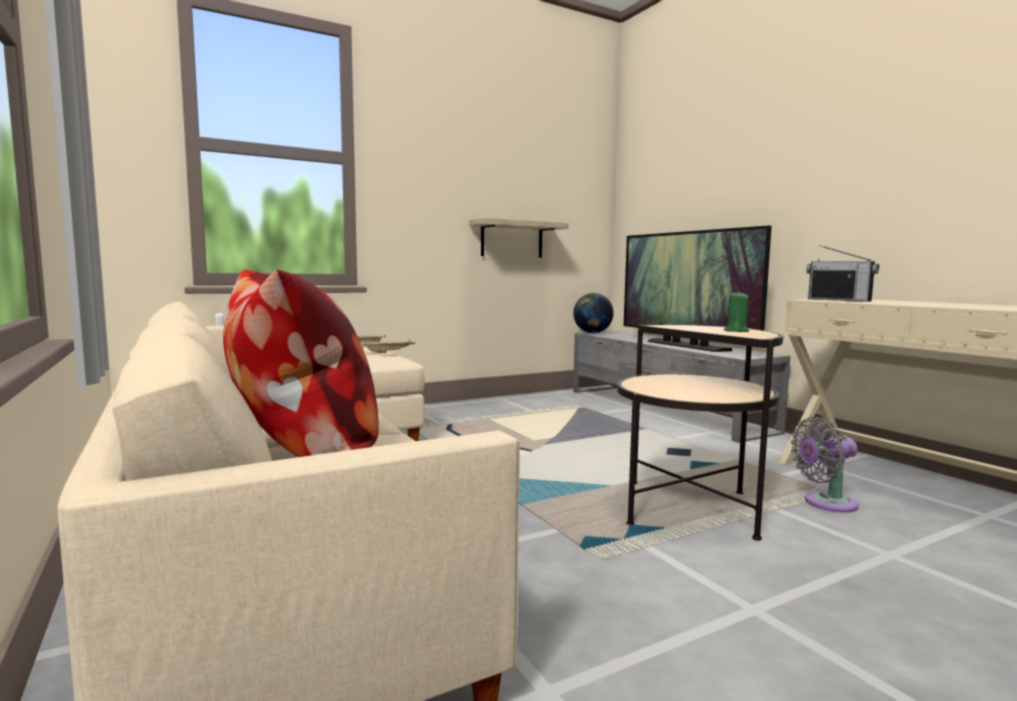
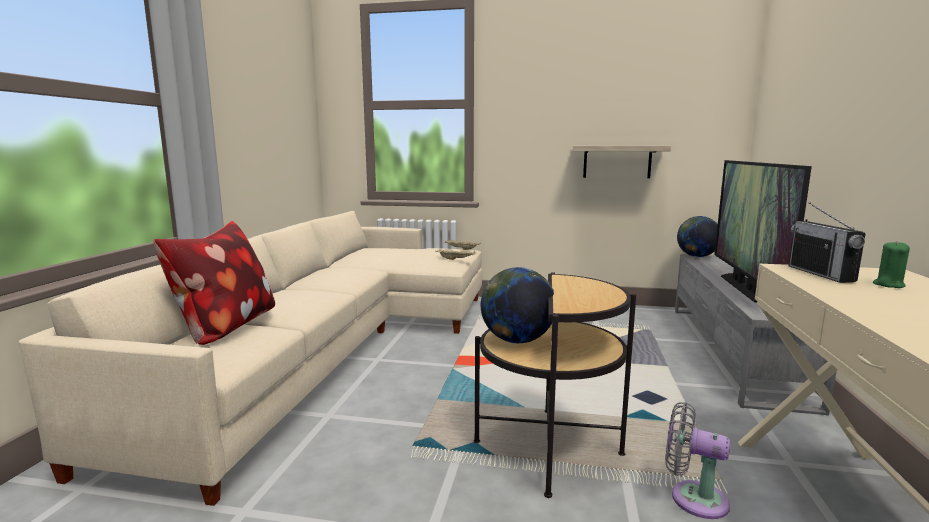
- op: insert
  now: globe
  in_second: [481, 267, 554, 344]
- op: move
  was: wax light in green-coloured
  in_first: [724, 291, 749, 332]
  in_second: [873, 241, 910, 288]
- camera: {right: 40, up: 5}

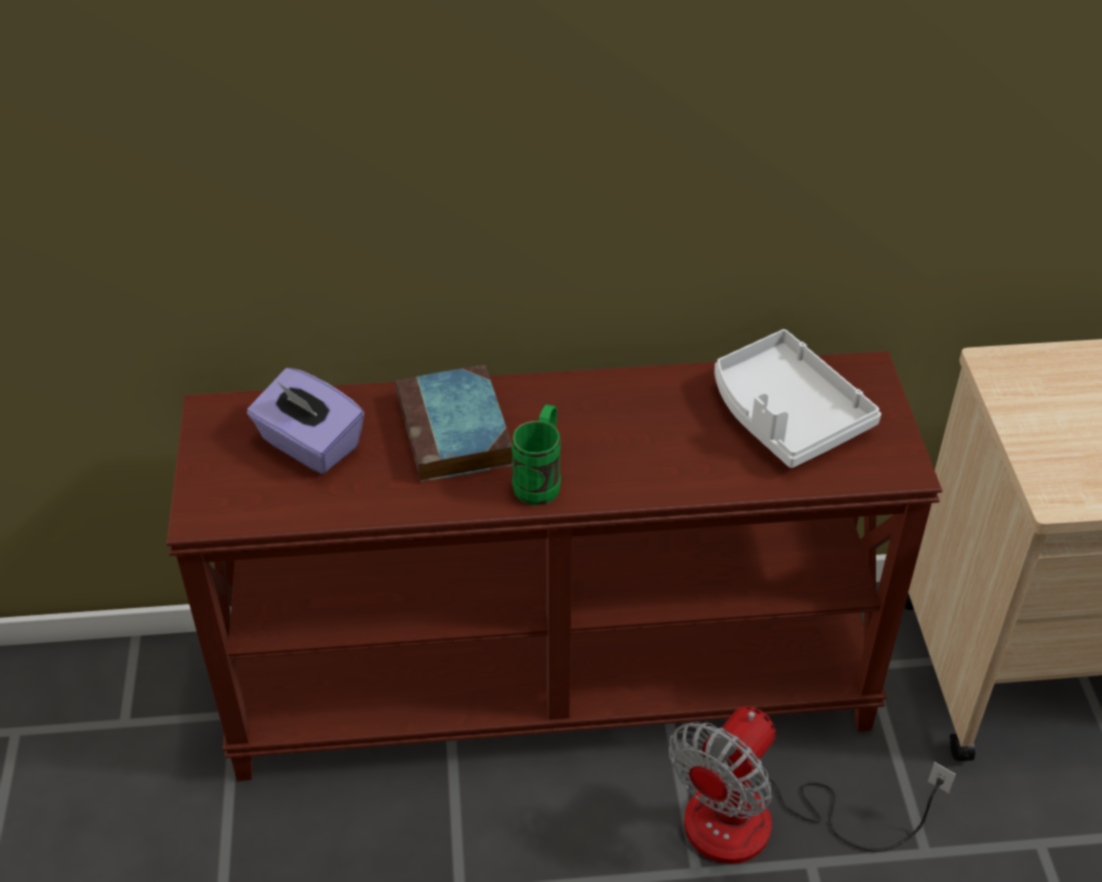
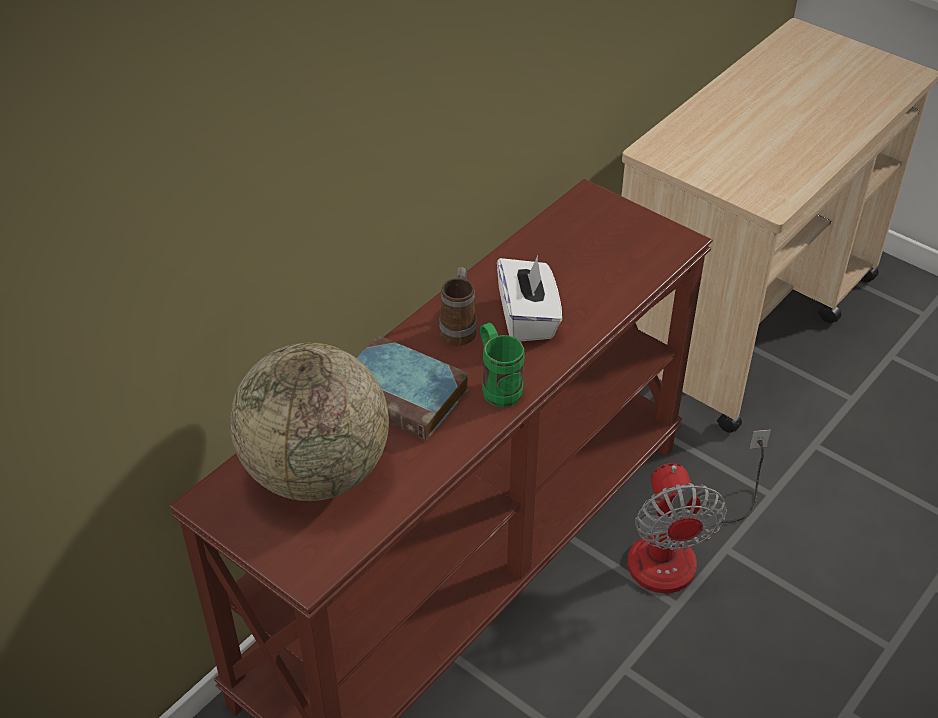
- op: replace
  was: tissue holder in purple-coloured
  now: globe
  in_first: [247, 368, 364, 474]
  in_second: [230, 343, 389, 501]
- op: insert
  now: mug
  in_second: [439, 267, 477, 346]
- op: insert
  now: tissue holder in whitish
  in_second: [497, 256, 562, 342]
- op: delete
  was: carrying tray in whitish
  in_first: [714, 329, 881, 468]
- camera: {right: -45, up: 0}

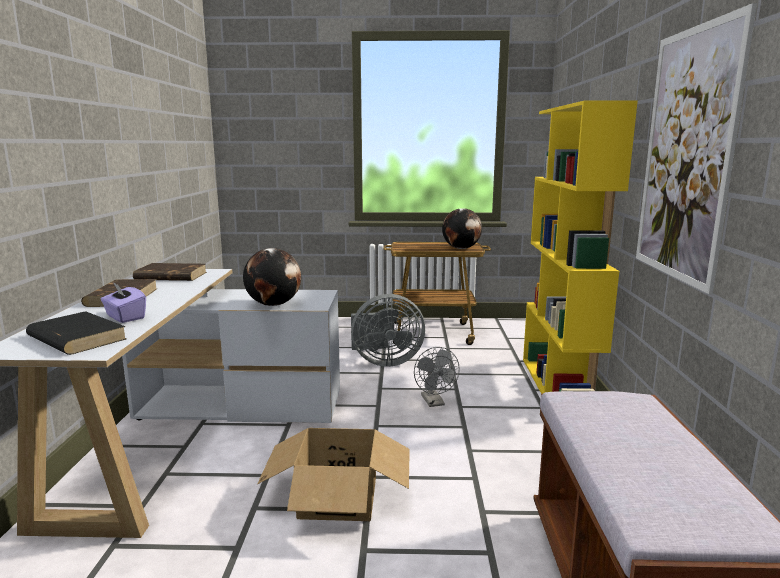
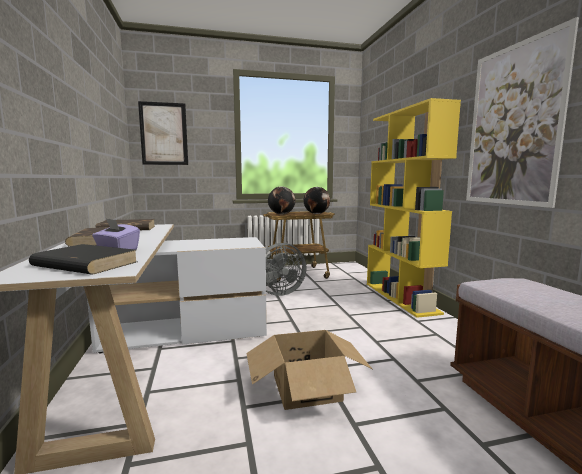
- op: insert
  now: wall picture
  in_second: [138, 101, 188, 165]
- op: move
  was: globe
  in_first: [243, 248, 301, 306]
  in_second: [268, 186, 296, 215]
- op: delete
  was: cooling fan in gray
  in_first: [414, 347, 460, 407]
- camera: {right: -15, up: -5}

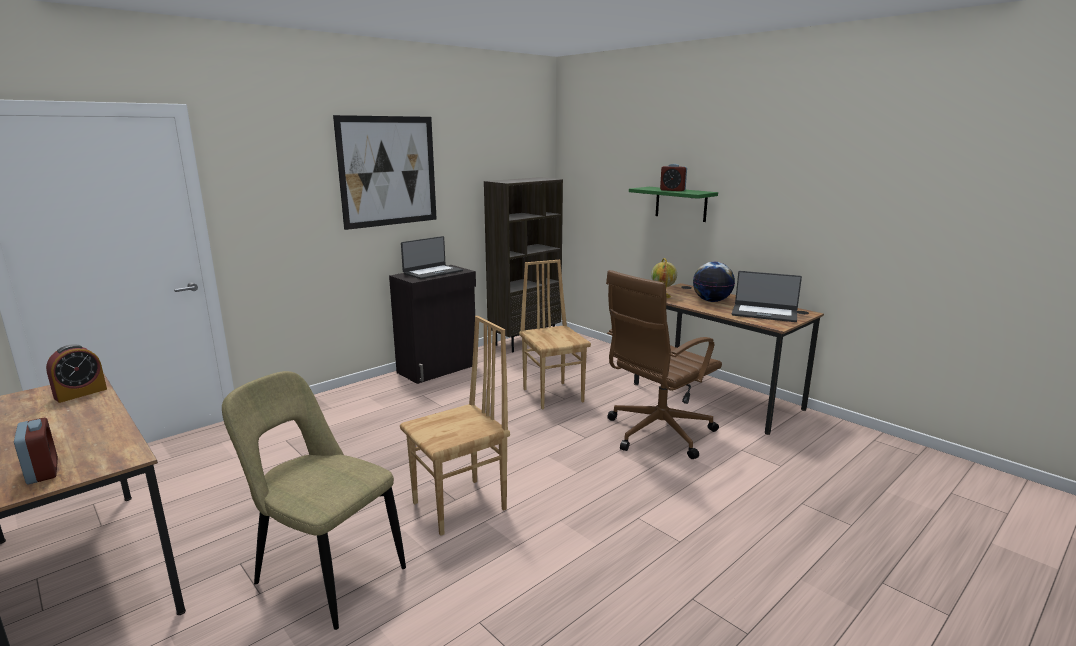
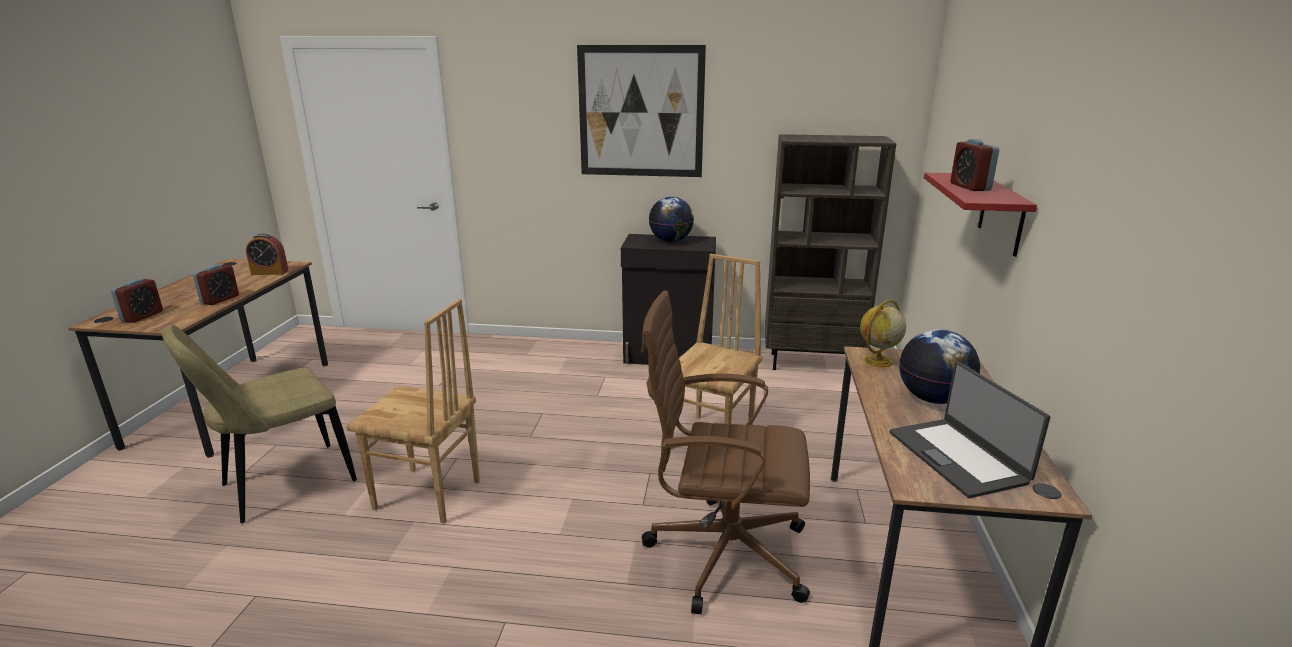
- op: rotate
  was: chair in beige-coloured
  in_first: [222, 371, 406, 630]
  in_second: [162, 325, 357, 523]
  clockwise: -120
- op: insert
  now: table clock
  in_second: [193, 264, 239, 305]
- op: replace
  was: laptop
  now: globe
  in_first: [401, 236, 463, 279]
  in_second: [649, 197, 694, 242]
- op: recolor
  was: shelf in green-coloured
  now: shelf in red-coloured
  in_first: [629, 187, 718, 222]
  in_second: [924, 173, 1037, 257]
- camera: {right: 50, up: 5}

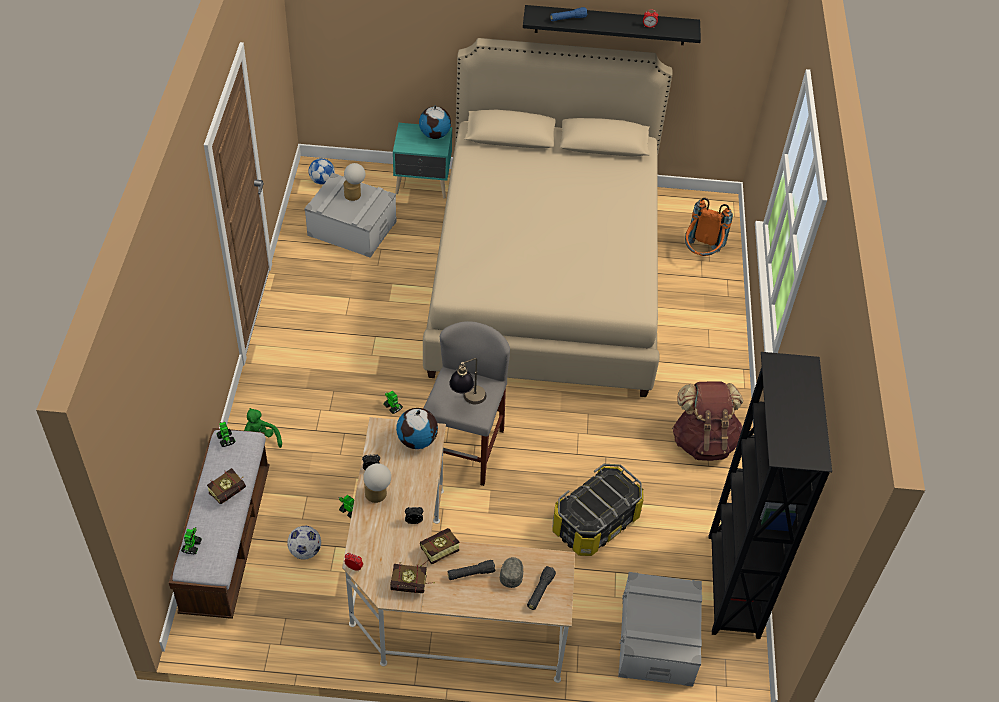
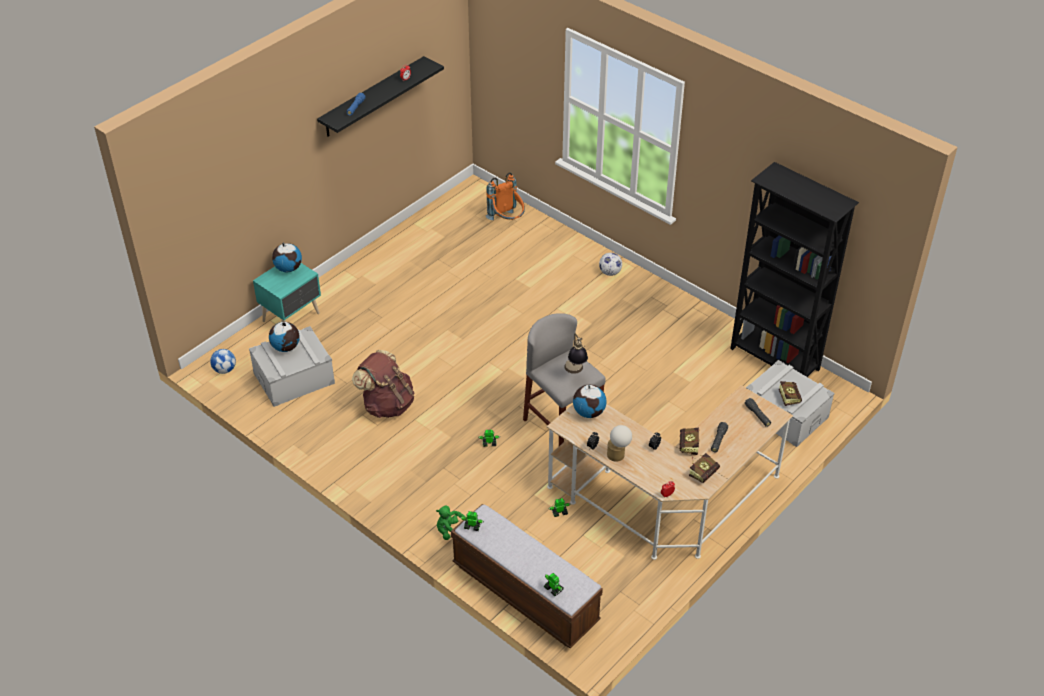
- op: replace
  was: tabletop lamp
  now: globe
  in_first: [344, 163, 365, 201]
  in_second: [269, 322, 300, 352]
- op: move
  was: knapsack in brown-coloured
  in_first: [672, 381, 743, 461]
  in_second: [352, 350, 415, 418]
- op: move
  was: ball for football
  in_first: [287, 526, 321, 560]
  in_second: [599, 253, 622, 276]
- op: move
  was: bound book
  in_first: [207, 468, 246, 504]
  in_second: [779, 381, 802, 406]
- op: delete
  was: bed in beige-coloured
  in_first: [423, 38, 672, 397]
- op: delete
  was: cap in gray
  in_first: [500, 557, 523, 588]
- op: delete
  was: storage box
  in_first: [553, 464, 643, 556]
- camera: {right: -50, up: -5}

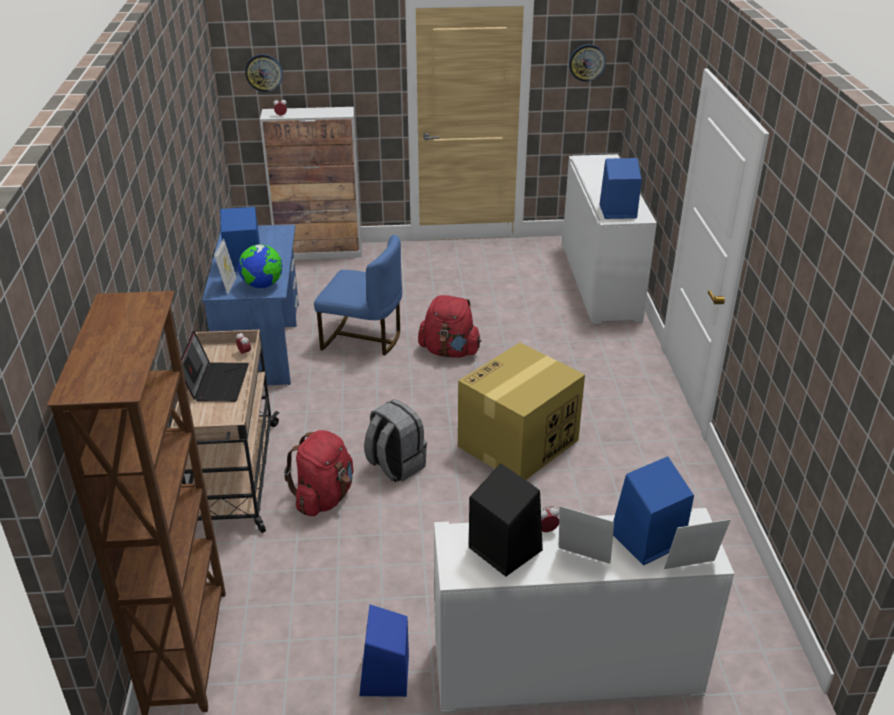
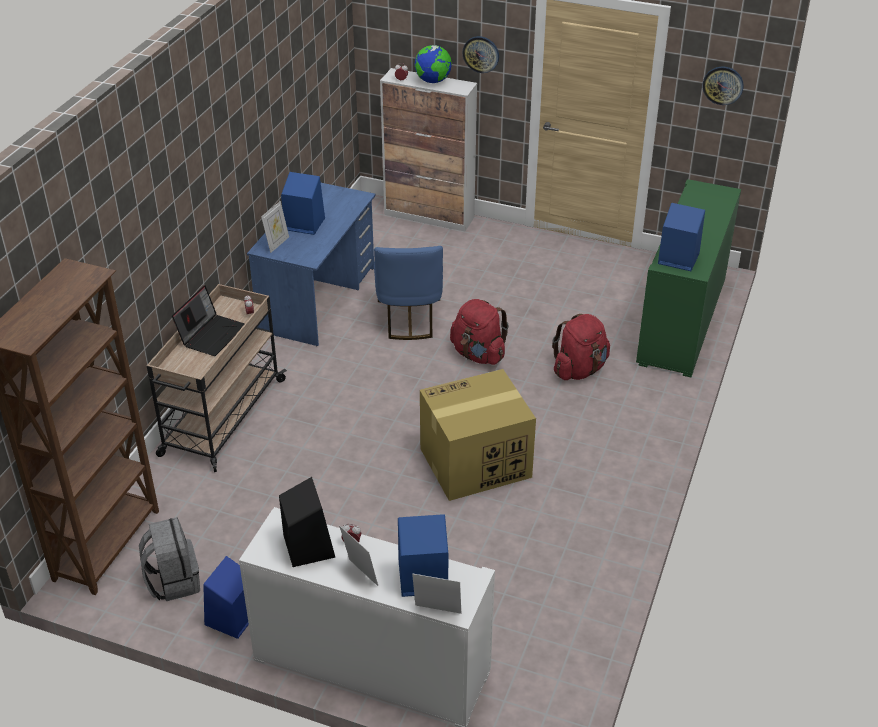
- op: move
  was: knapsack in gray
  in_first: [364, 399, 427, 482]
  in_second: [139, 517, 200, 601]
- op: rotate
  was: chair in bluish
  in_first: [314, 235, 402, 355]
  in_second: [374, 246, 443, 340]
  clockwise: 45
- op: move
  was: globe
  in_first: [238, 244, 282, 288]
  in_second: [415, 45, 452, 83]
- op: move
  was: hanging clock
  in_first: [245, 54, 283, 92]
  in_second: [462, 36, 499, 73]
- op: move
  was: knapsack in red-coloured
  in_first: [284, 430, 353, 516]
  in_second: [552, 314, 610, 380]
- op: recolor
  was: storage cabinet in whitish
  now: storage cabinet in green-coloured
  in_first: [562, 154, 657, 324]
  in_second: [636, 179, 741, 377]
- camera: {right: 25, up: 5}

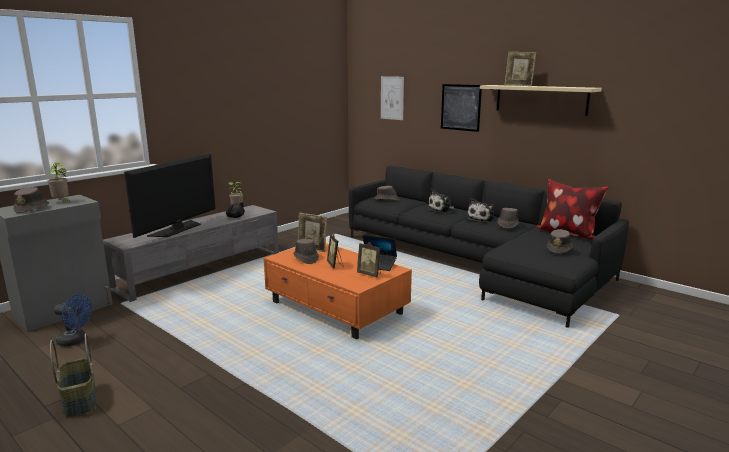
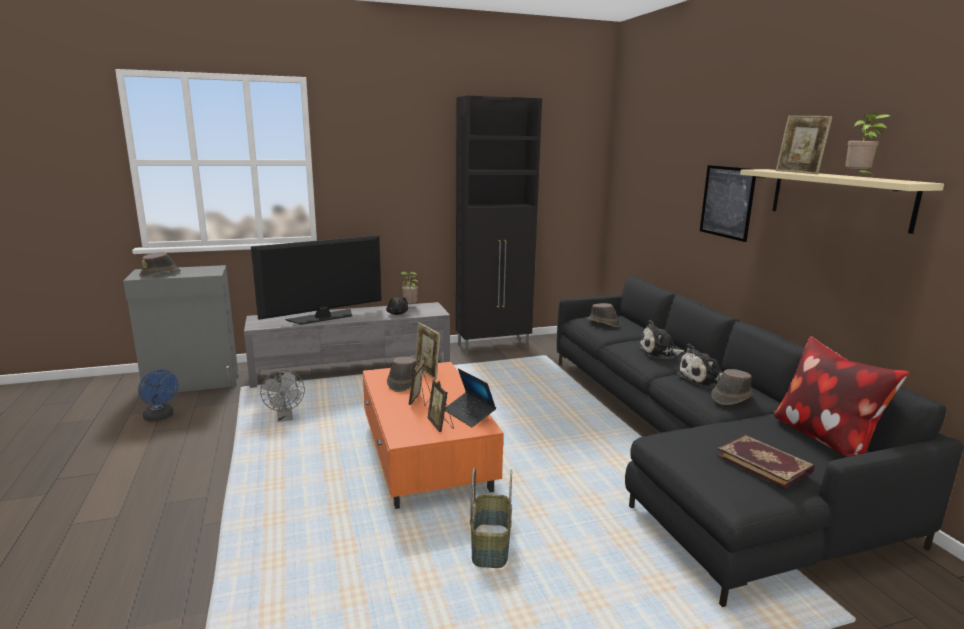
- op: insert
  now: cooling fan in gray
  in_second: [260, 370, 305, 422]
- op: insert
  now: storage cabinet in black
  in_second: [456, 96, 542, 354]
- op: move
  was: household basket
  in_first: [50, 333, 96, 417]
  in_second: [470, 467, 512, 568]
- op: replace
  was: wearable hat in brown-coloured
  now: bound book
  in_first: [547, 229, 573, 253]
  in_second: [716, 435, 815, 489]
- op: move
  was: potted plant
  in_first: [47, 162, 70, 202]
  in_second: [845, 113, 890, 174]
- op: delete
  was: wall picture
  in_first: [381, 76, 404, 120]
- camera: {right: 30, up: 0}

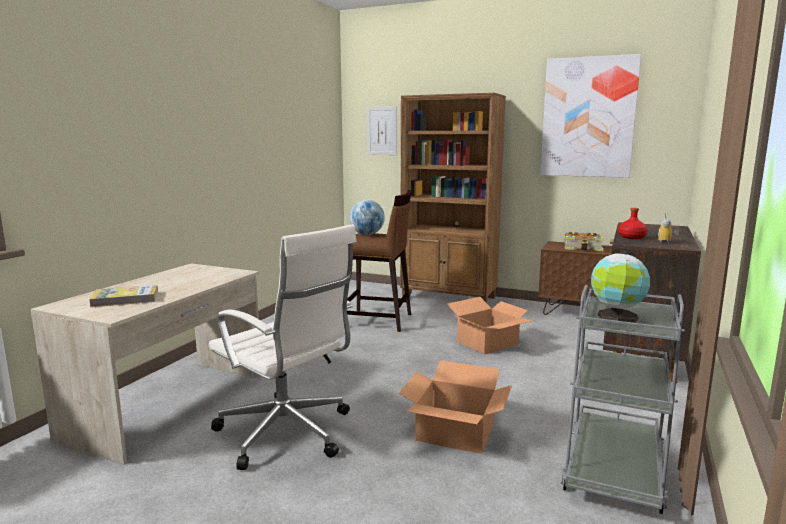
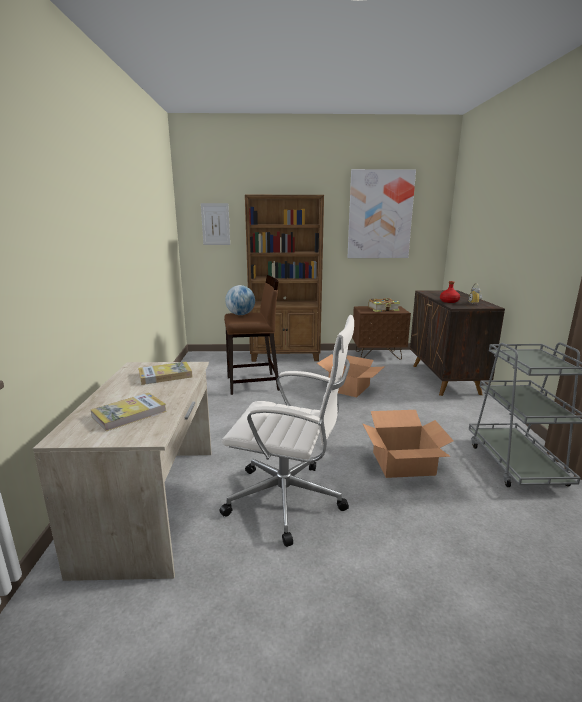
- op: insert
  now: bound book
  in_second: [138, 362, 193, 385]
- op: delete
  was: globe
  in_first: [591, 251, 650, 323]
- camera: {right: -25, up: 5}

